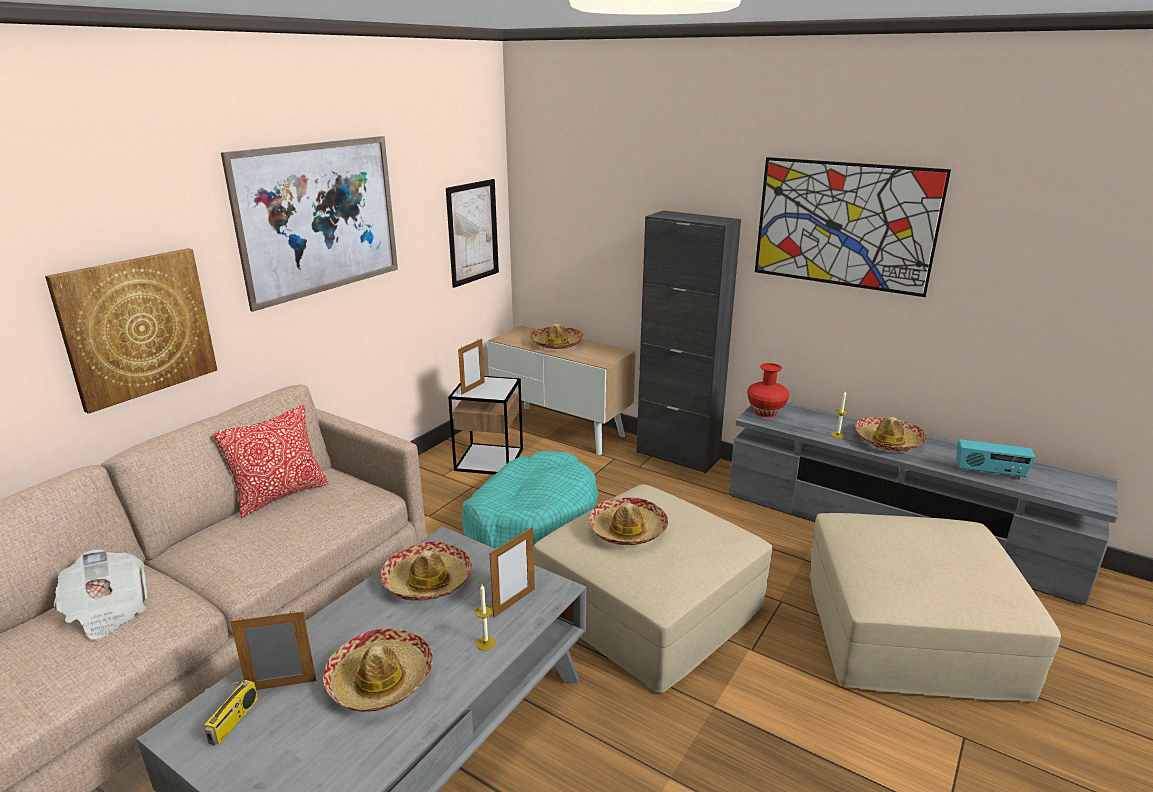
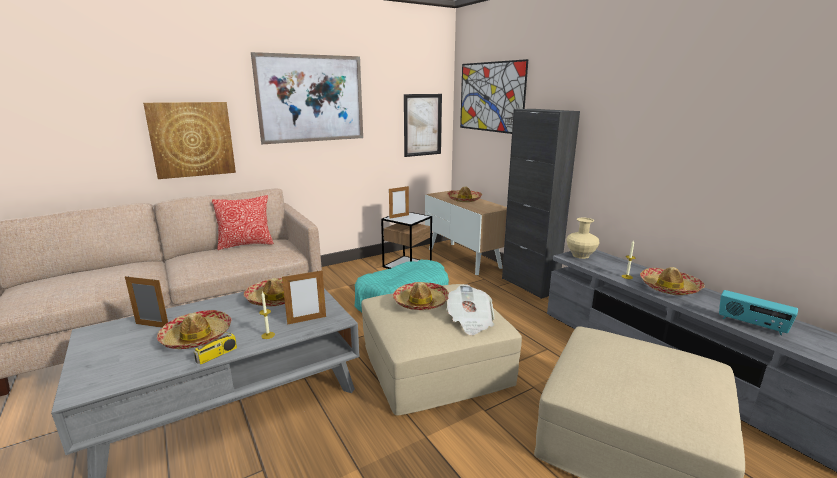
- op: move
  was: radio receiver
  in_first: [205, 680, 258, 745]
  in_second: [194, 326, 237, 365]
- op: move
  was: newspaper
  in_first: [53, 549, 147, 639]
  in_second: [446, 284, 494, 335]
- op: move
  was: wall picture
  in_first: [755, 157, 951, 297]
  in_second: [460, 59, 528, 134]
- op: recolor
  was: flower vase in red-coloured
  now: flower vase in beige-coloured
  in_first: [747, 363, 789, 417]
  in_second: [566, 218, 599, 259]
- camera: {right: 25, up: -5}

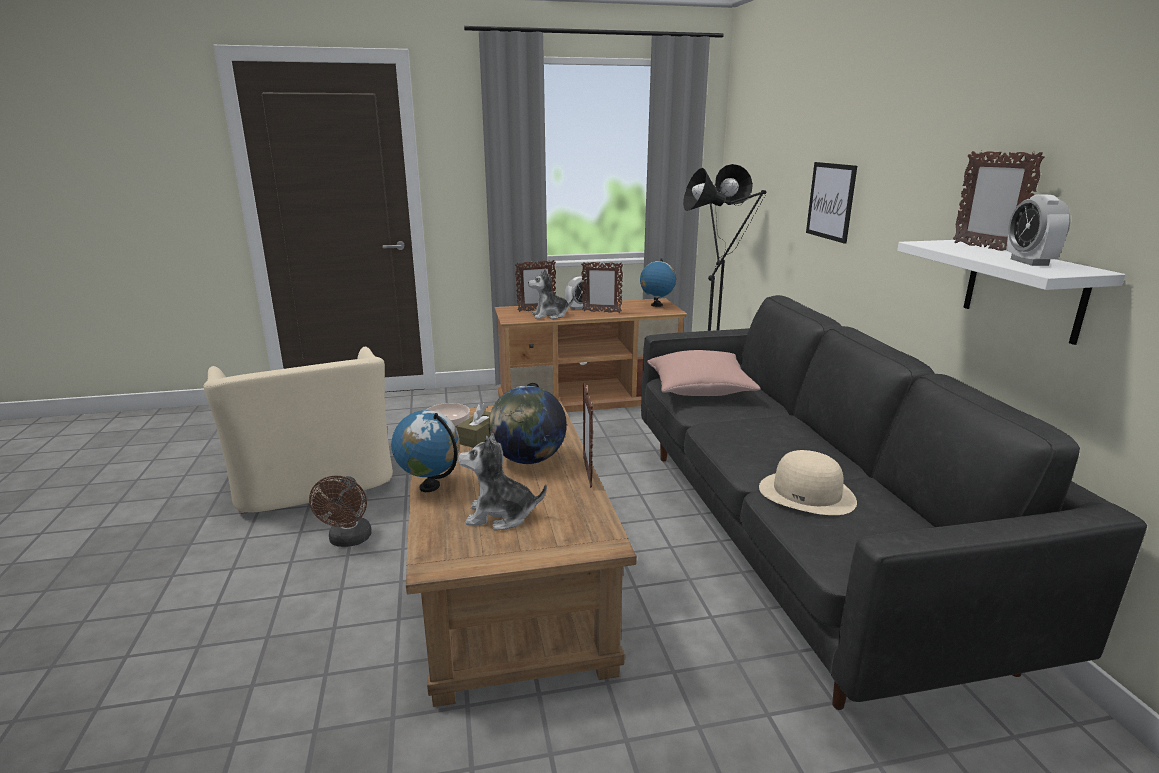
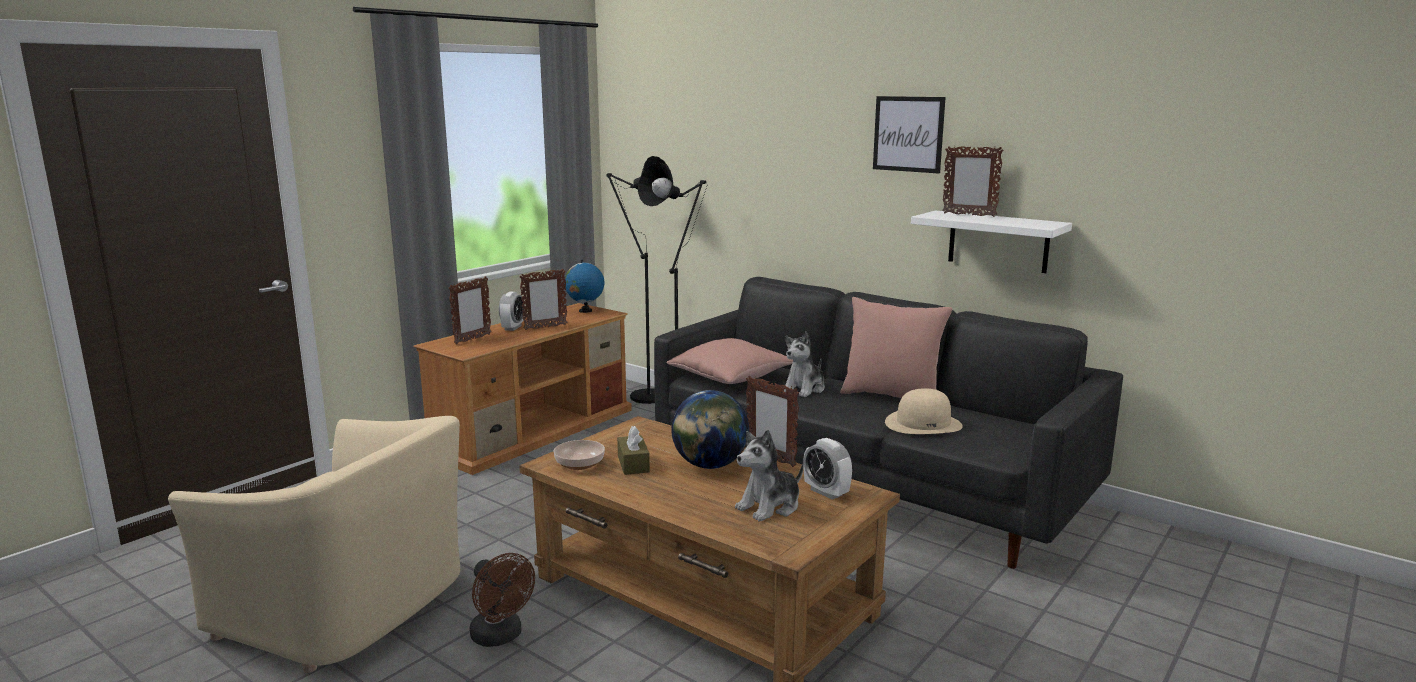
- op: move
  was: plush toy
  in_first: [528, 269, 574, 319]
  in_second: [784, 331, 825, 397]
- op: move
  was: table clock
  in_first: [1006, 195, 1070, 266]
  in_second: [803, 438, 852, 500]
- op: insert
  now: pillow in pinkish
  in_second: [840, 297, 952, 398]
- op: move
  was: wall picture
  in_first: [806, 162, 857, 243]
  in_second: [873, 96, 946, 173]
- op: delete
  was: globe
  in_first: [391, 410, 460, 492]
- camera: {right: -40, up: -5}

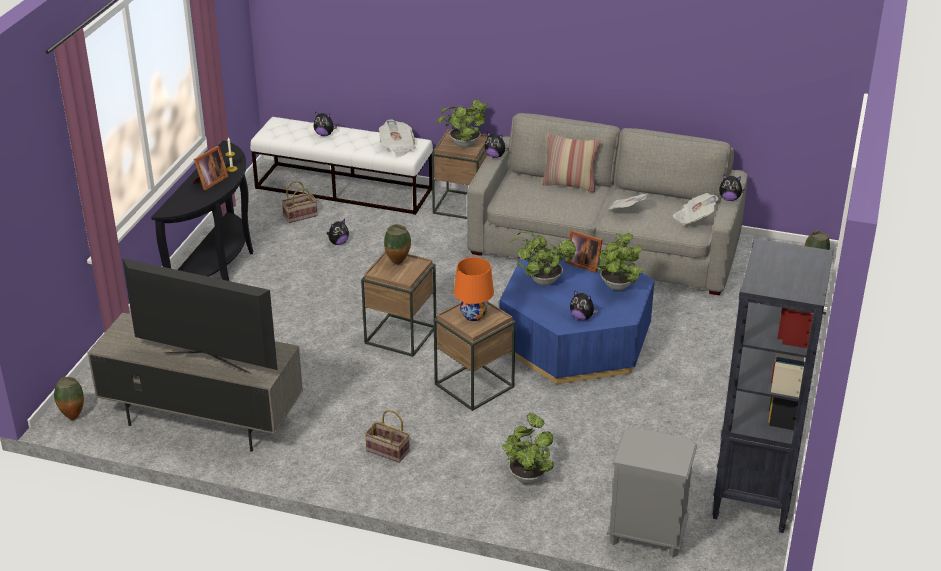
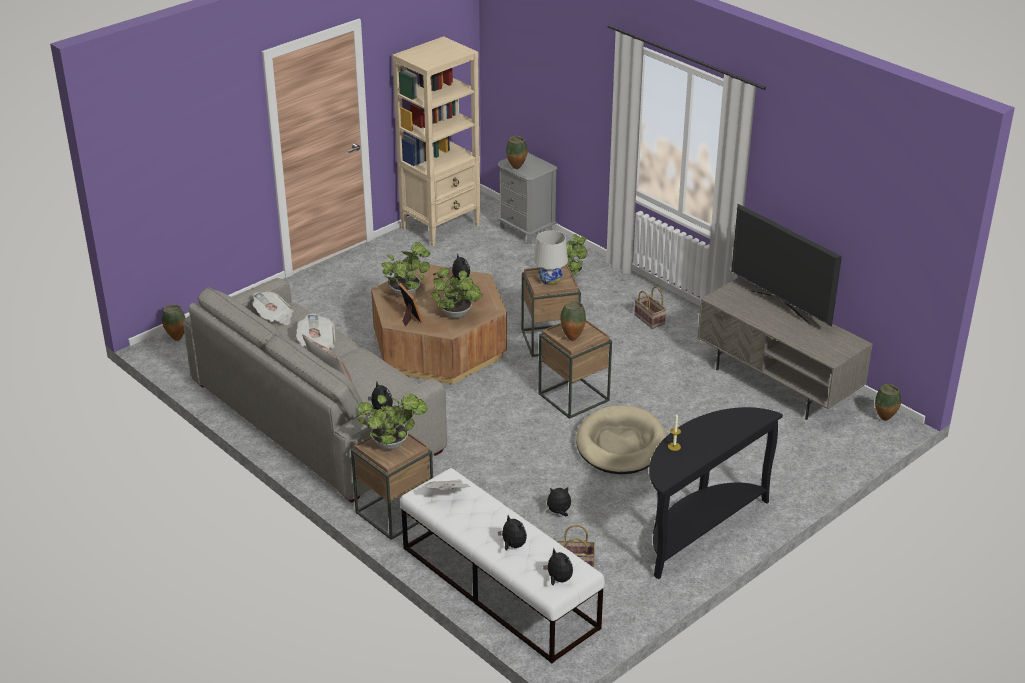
- op: recolor
  was: lounge table in bluish
  now: lounge table in brown-coloured
  in_first: [499, 254, 655, 384]
  in_second: [371, 265, 507, 384]
- op: recolor
  was: bookshelf in black
  now: bookshelf in beige-coloured
  in_first: [712, 238, 834, 533]
  in_second: [392, 36, 481, 246]
- op: insert
  now: flower vase
  in_second: [506, 136, 528, 169]
- op: recolor
  was: tabletop lamp in orange
  now: tabletop lamp in whitish
  in_first: [454, 257, 494, 321]
  in_second: [534, 230, 568, 285]
- op: move
  was: plush toy
  in_first: [719, 175, 744, 201]
  in_second: [543, 548, 573, 585]
- op: insert
  now: dog bed in beige-coloured
  in_second: [576, 405, 666, 474]
- op: delete
  was: picture frame
  in_first: [193, 146, 229, 190]
- camera: {right: -150, up: 0}

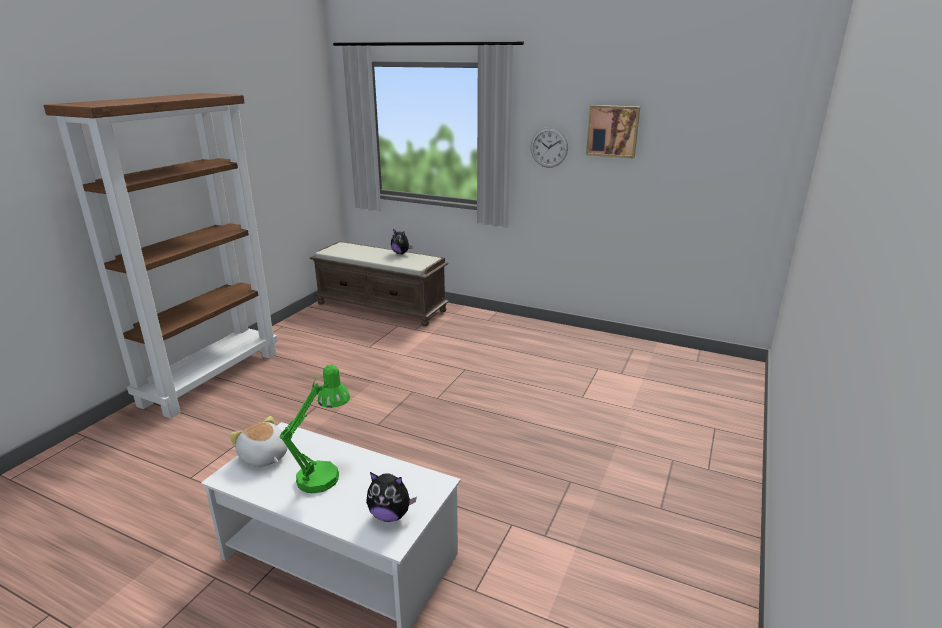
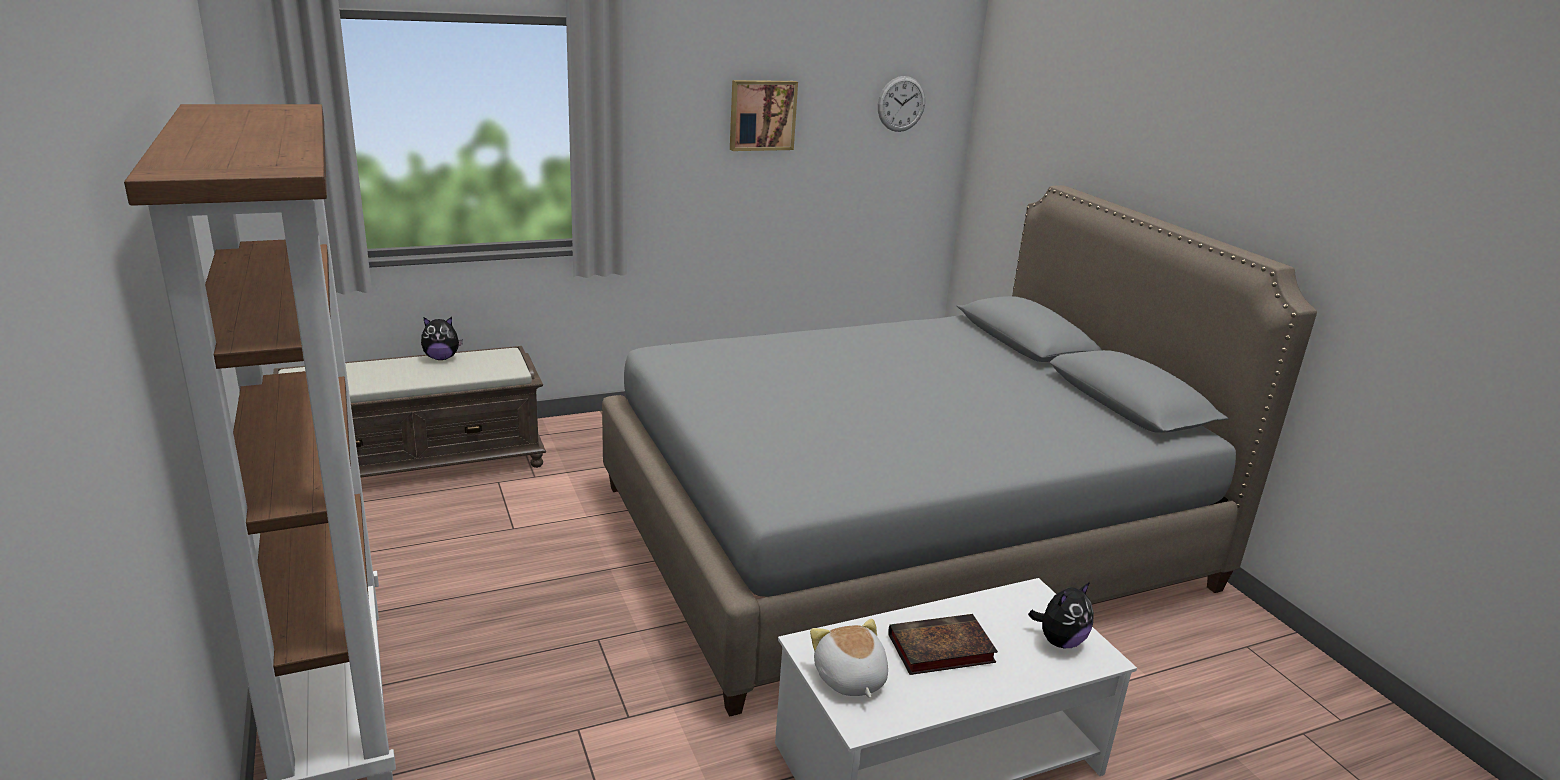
- op: insert
  now: bed in gray
  in_second: [602, 185, 1317, 717]
- op: rotate
  was: plush toy
  in_first: [229, 416, 287, 467]
  in_second: [810, 619, 888, 698]
  clockwise: 75
- op: move
  was: hanging clock
  in_first: [531, 127, 568, 168]
  in_second: [878, 76, 925, 132]
- op: replace
  was: tabletop lamp in green-coloured
  now: bound book
  in_first: [280, 365, 350, 493]
  in_second: [888, 614, 998, 675]
- camera: {right: -50, up: 0}

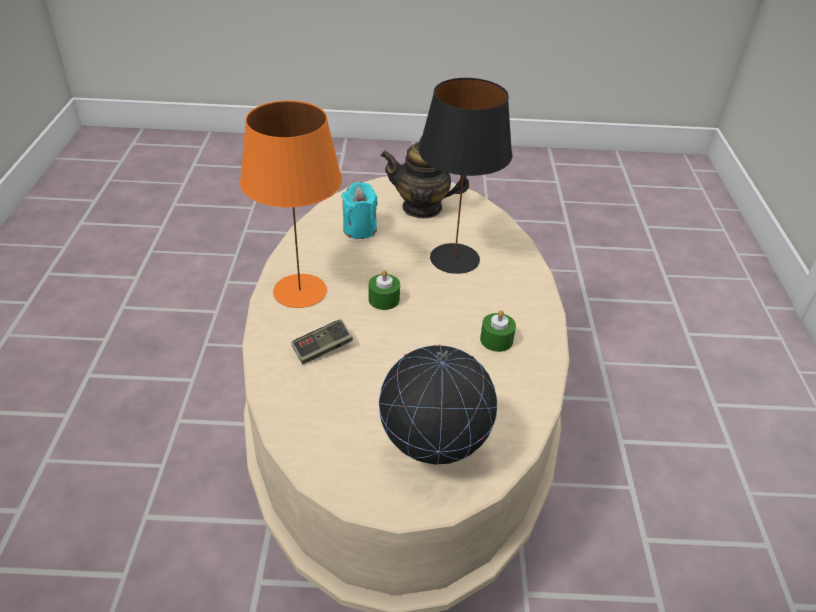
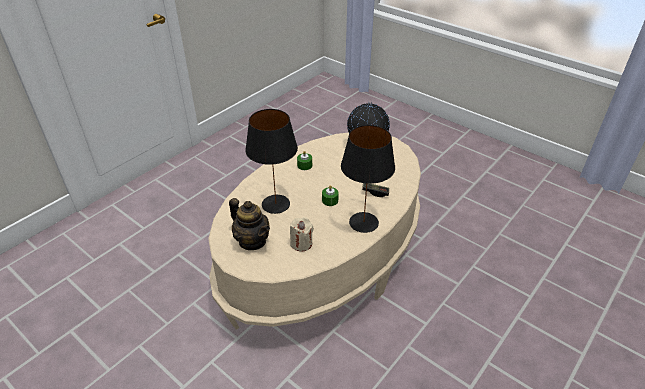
- op: recolor
  was: wax light in turquoise
  now: wax light in beige-coloured
  in_first: [342, 182, 378, 239]
  in_second: [290, 217, 314, 252]
- op: recolor
  was: tabletop lamp in orange
  now: tabletop lamp in black
  in_first: [240, 101, 342, 308]
  in_second: [341, 125, 395, 233]
- camera: {right: -140, up: 0}

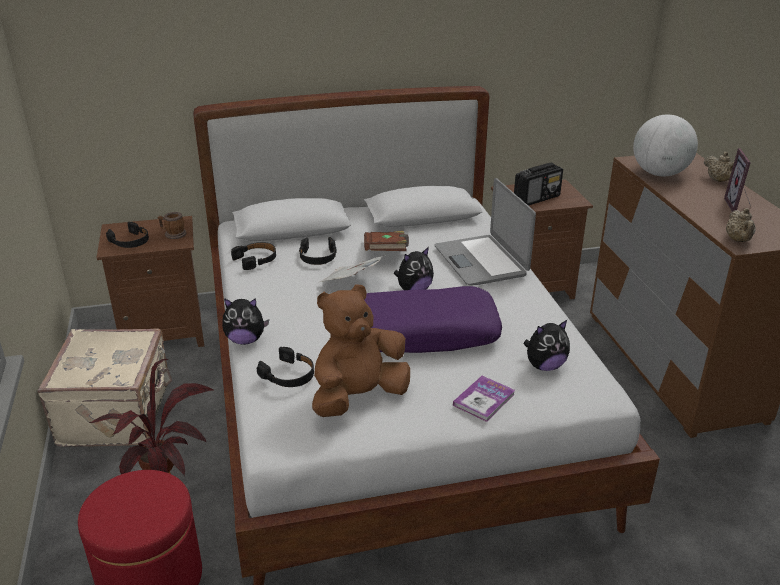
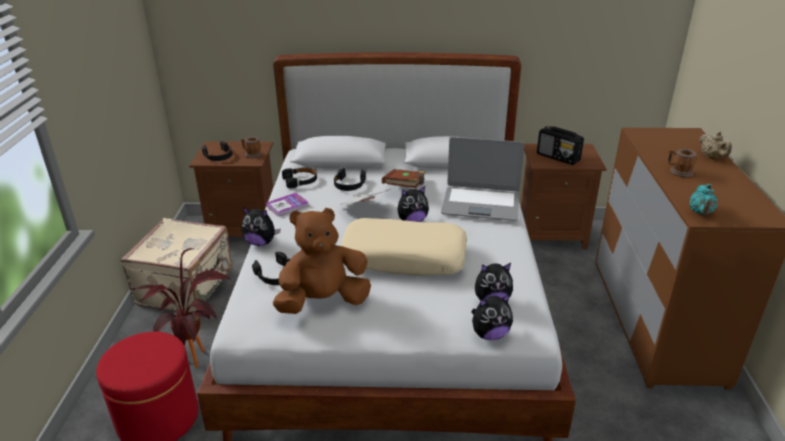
- op: move
  was: bound book
  in_first: [453, 376, 515, 422]
  in_second: [265, 193, 309, 217]
- op: recolor
  was: pillow in purple-coloured
  now: pillow in beige-coloured
  in_first: [365, 286, 502, 353]
  in_second: [340, 218, 467, 276]
- op: rotate
  was: laptop
  in_first: [434, 178, 536, 285]
  in_second: [441, 137, 525, 221]
  clockwise: -75
- op: insert
  now: plush toy
  in_second: [471, 294, 513, 340]
- op: rotate
  was: radio receiver
  in_first: [514, 163, 563, 206]
  in_second: [537, 126, 584, 165]
  clockwise: 60
- op: insert
  now: mug
  in_second: [668, 149, 697, 177]
- op: recolor
  was: teapot in beige-coloured
  now: teapot in turquoise
  in_first: [726, 208, 756, 242]
  in_second: [690, 184, 718, 215]
- op: delete
  was: globe
  in_first: [633, 115, 698, 176]
- op: delete
  was: picture frame
  in_first: [724, 148, 751, 212]
- camera: {right: 15, up: 0}

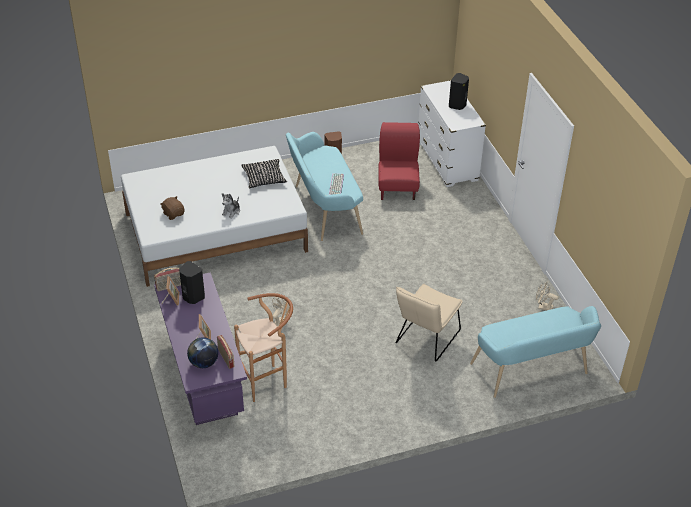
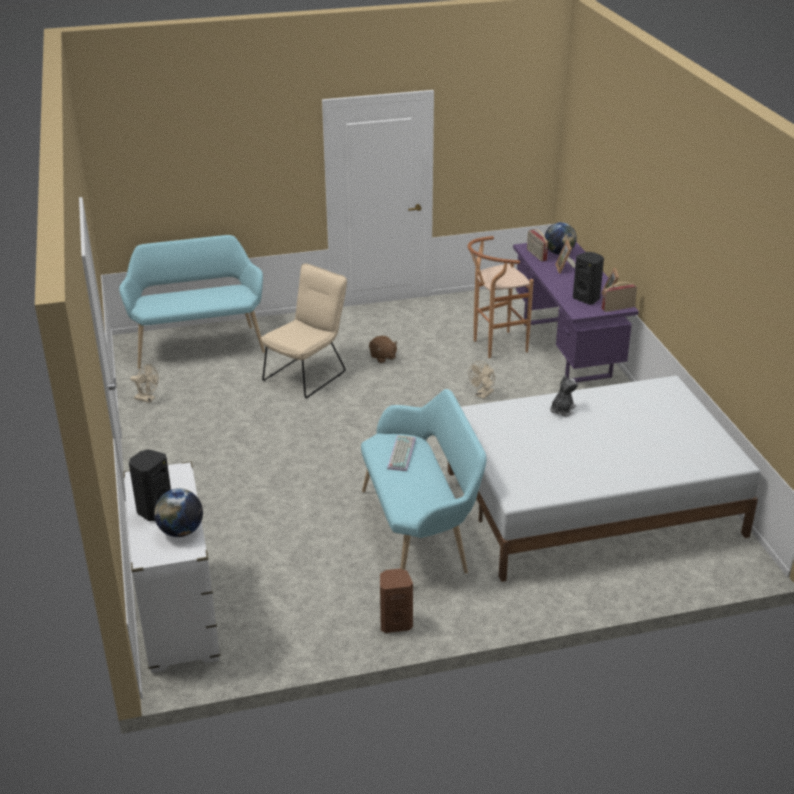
- op: insert
  now: globe
  in_second: [154, 489, 203, 537]
- op: move
  was: plush toy in brown-coloured
  in_first: [160, 196, 184, 220]
  in_second: [369, 336, 398, 363]
- op: delete
  was: pillow in black
  in_first: [241, 159, 287, 188]
- op: delete
  was: chair in red-coloured
  in_first: [378, 122, 420, 200]
- camera: {right: -175, up: -10}

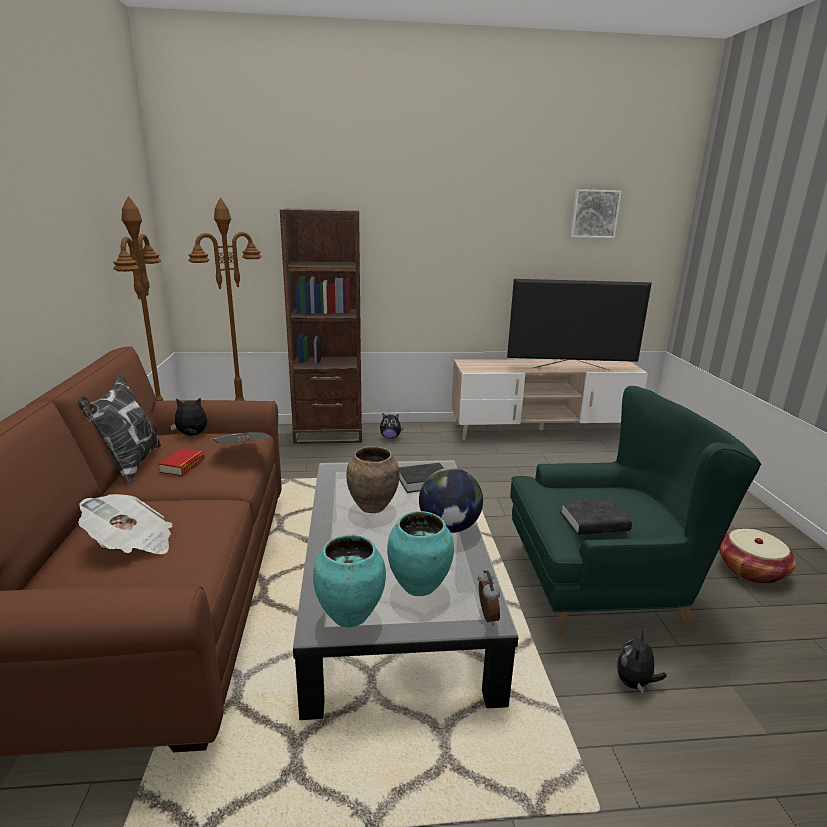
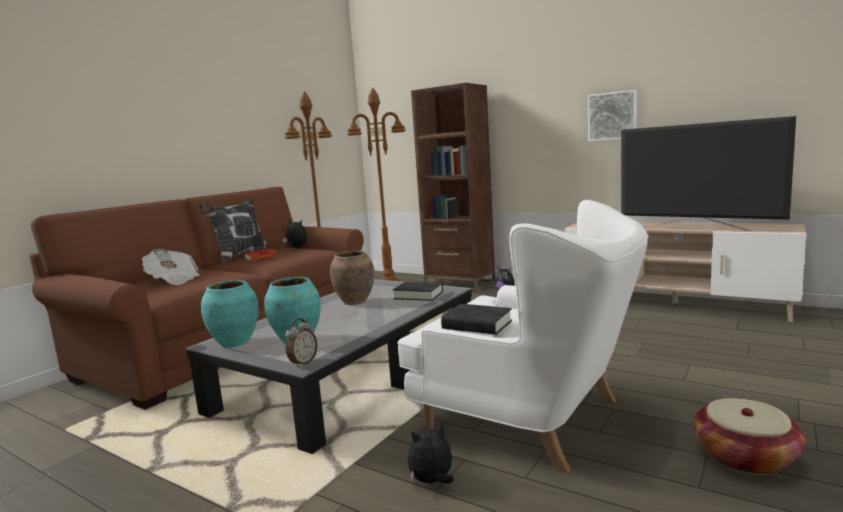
- op: recolor
  was: armchair in green-coloured
  now: armchair in whitish
  in_first: [510, 386, 762, 634]
  in_second: [397, 200, 648, 474]
- op: move
  was: wall picture
  in_first: [570, 189, 622, 238]
  in_second: [588, 90, 637, 141]
- op: delete
  was: newspaper
  in_first: [210, 432, 272, 444]
- op: delete
  was: globe
  in_first: [419, 468, 483, 533]
- camera: {right: 40, up: -10}

